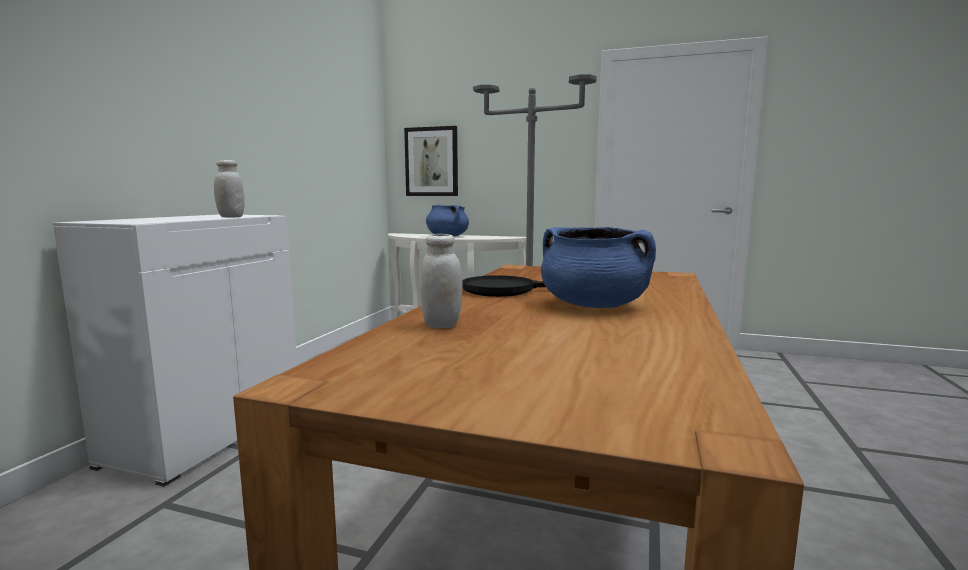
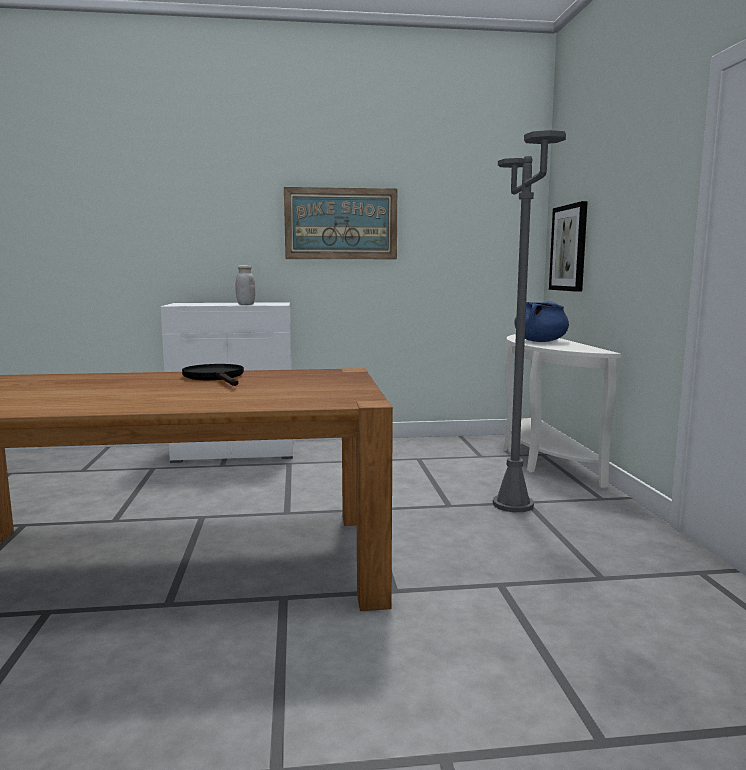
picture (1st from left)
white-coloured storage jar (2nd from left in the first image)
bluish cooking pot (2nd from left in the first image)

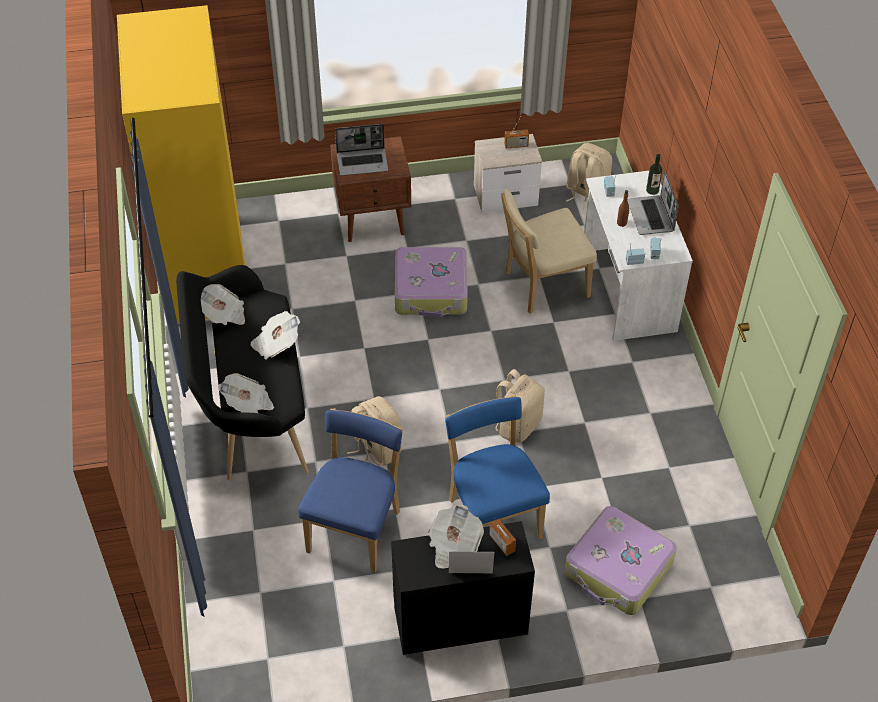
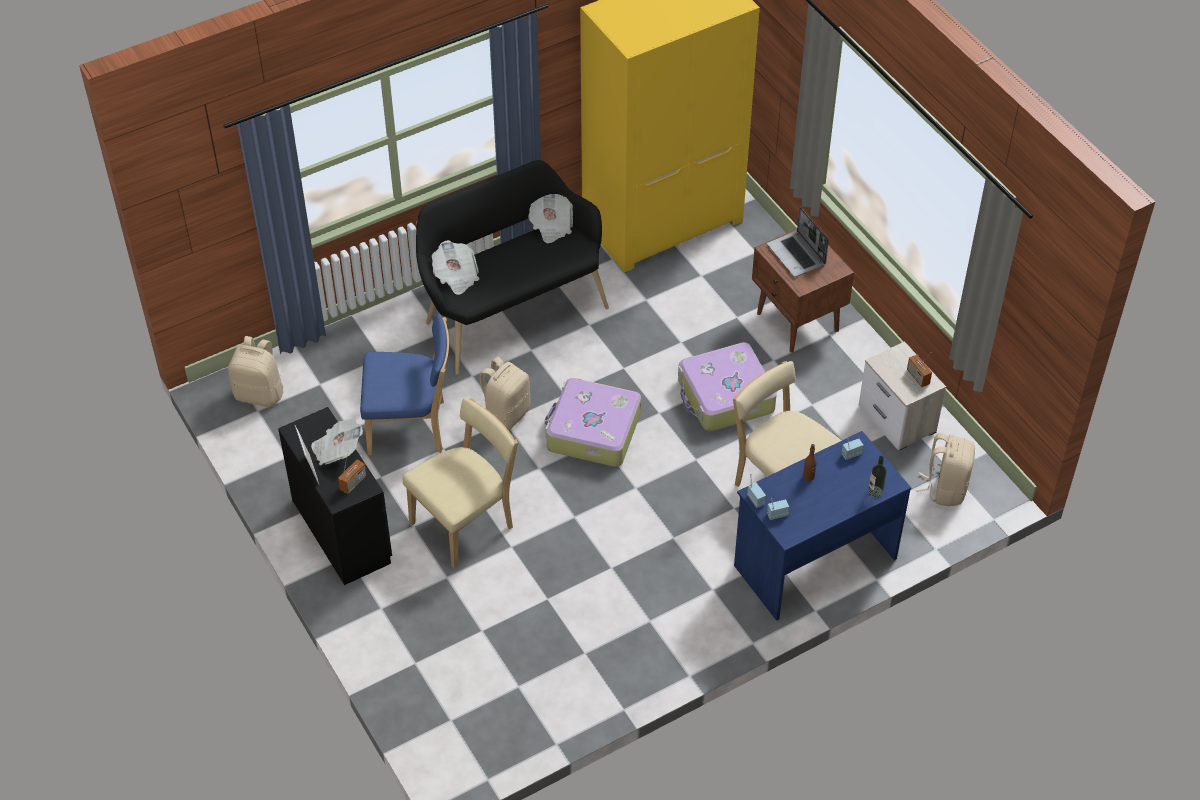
beige backpack (1st from left)
beige chair (1st from left)
travel case (1st from left)
bluish desk unit
newspaper (3rd from left in the first image)
notebook computer (2nd from left in the first image)

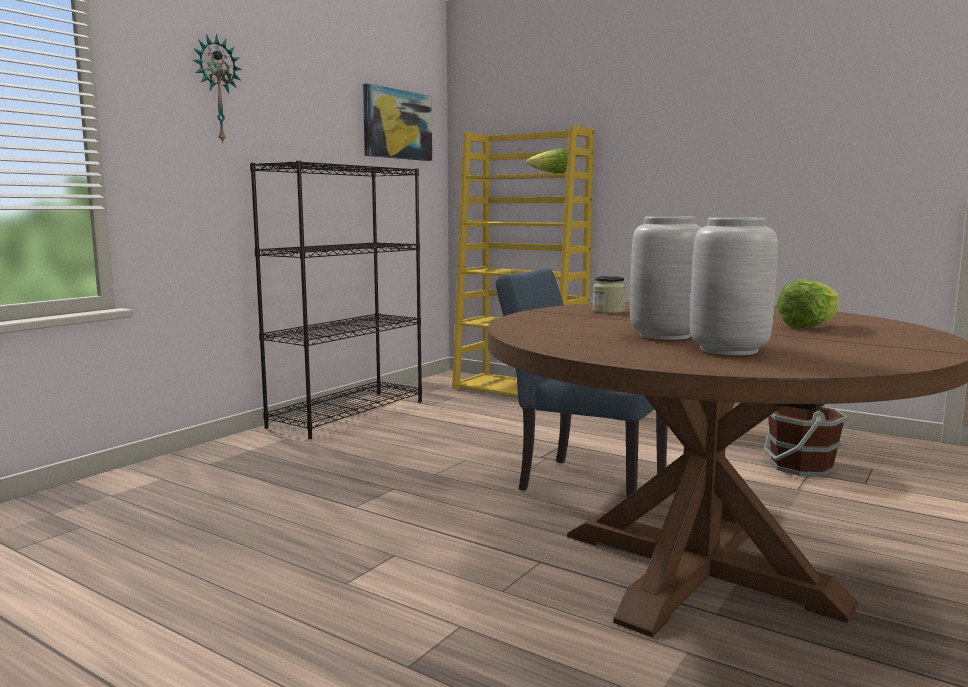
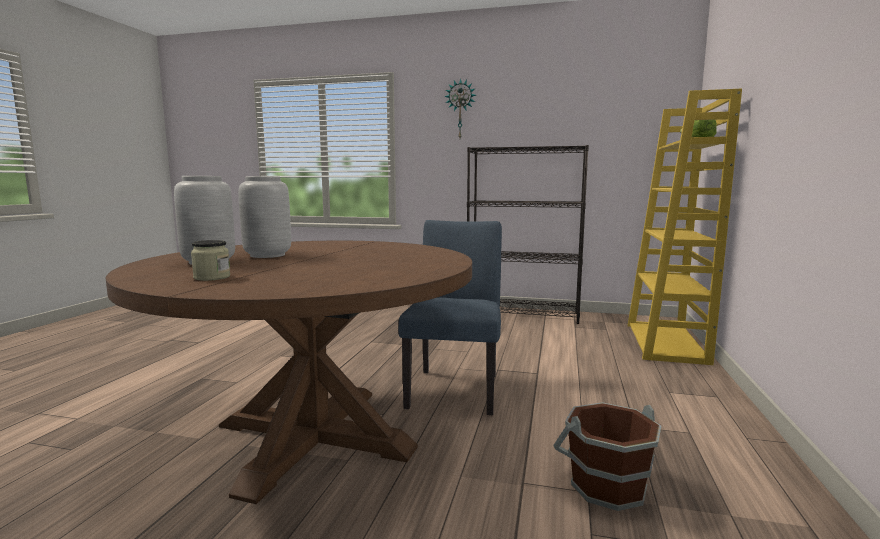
storage jar
picture
lettuce head (2nd from left in the first image)

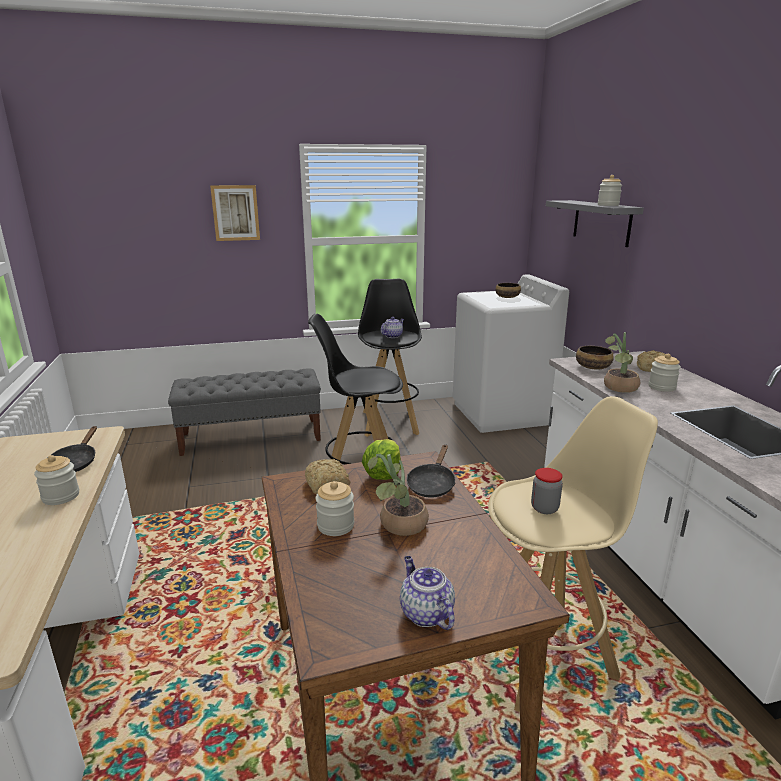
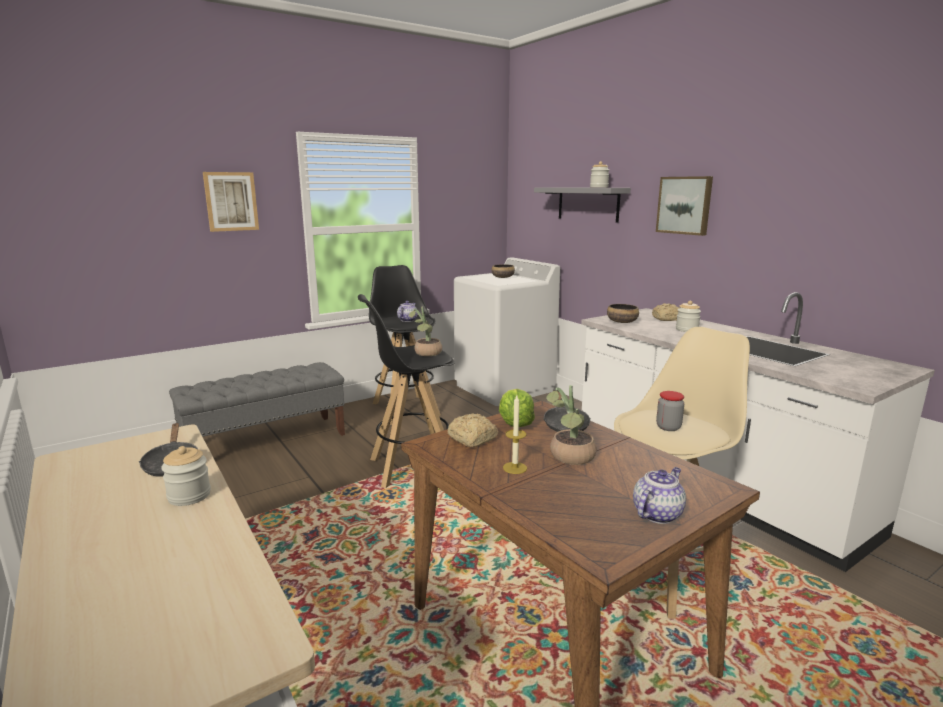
houseplant (1st from left)
candle
pot for tea (2nd from left)
picture (2nd from left)

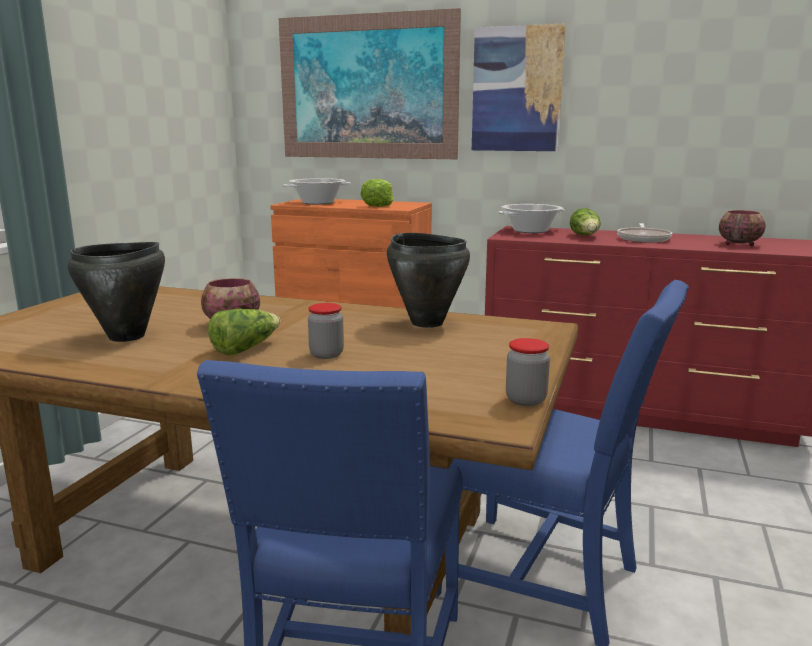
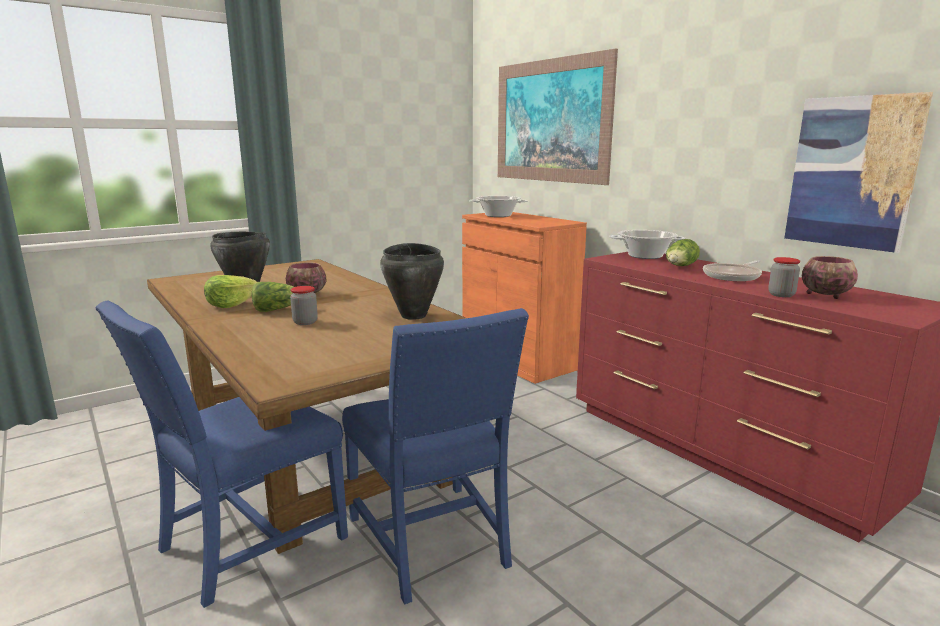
lettuce head (1st from left)
storage jar (2nd from left)
picture (2nd from left)

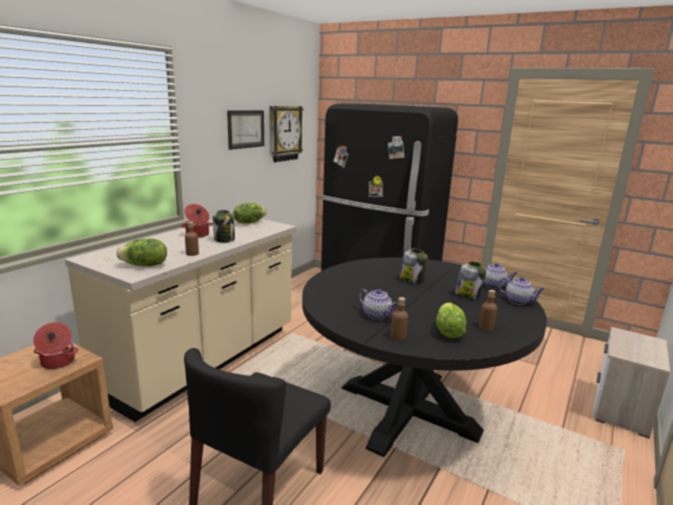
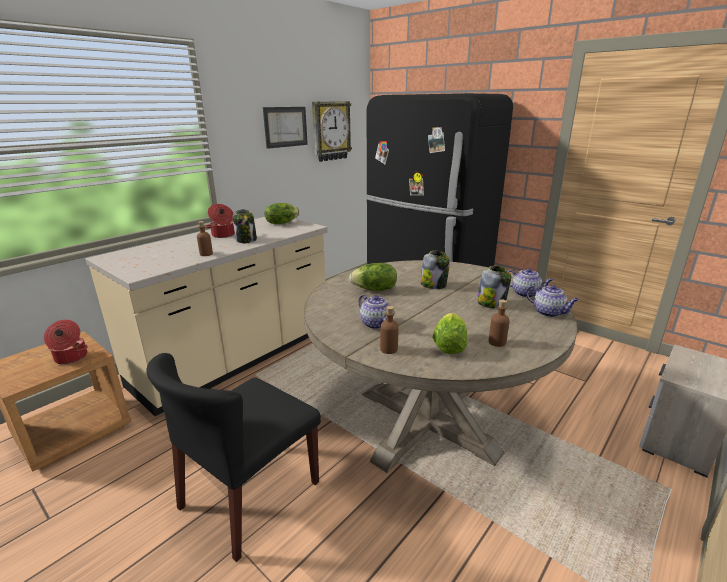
beige kitchen table
lettuce head (2nd from left)

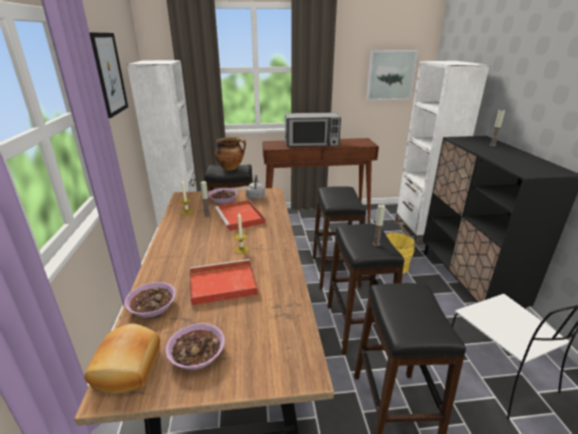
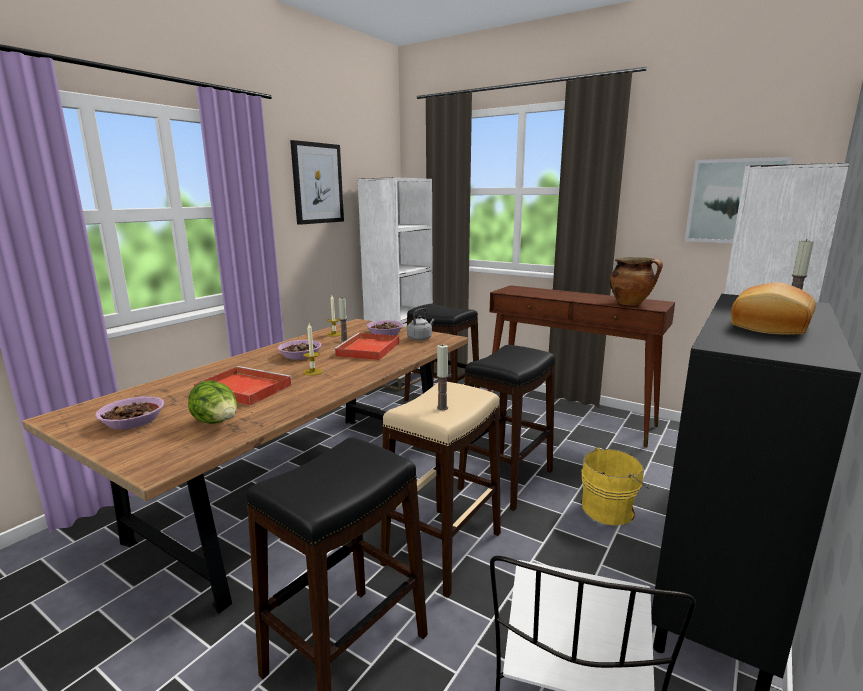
lettuce head
bowl (2nd from left)
beige stool seat
cooking pot
bakery bread
microwave

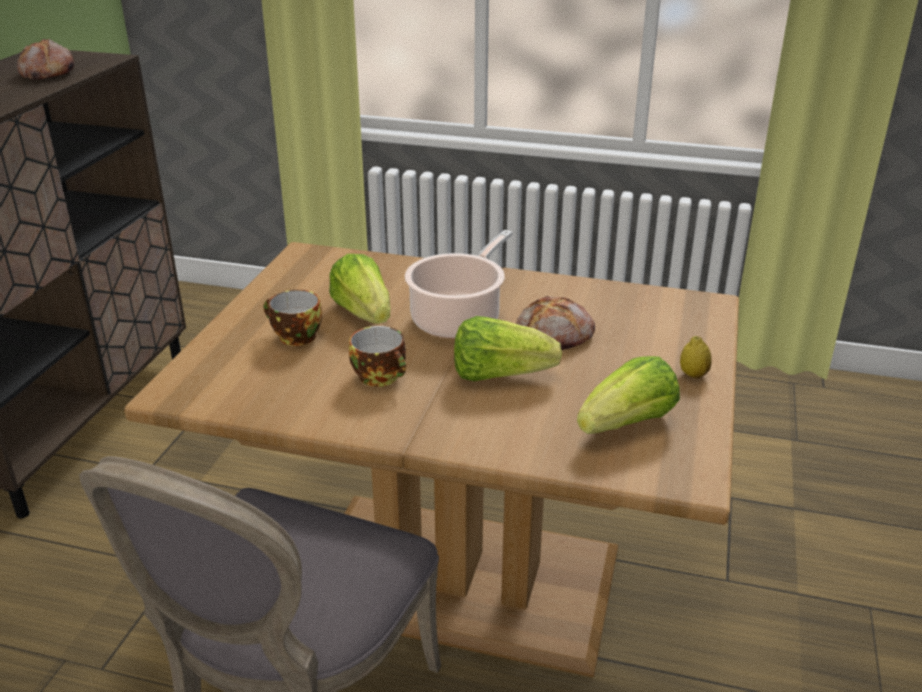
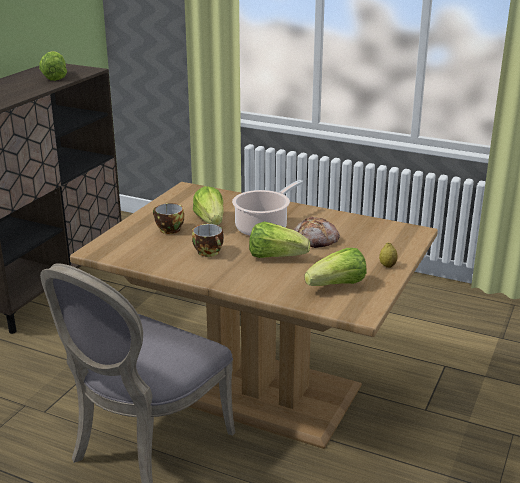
lettuce head (1st from left)

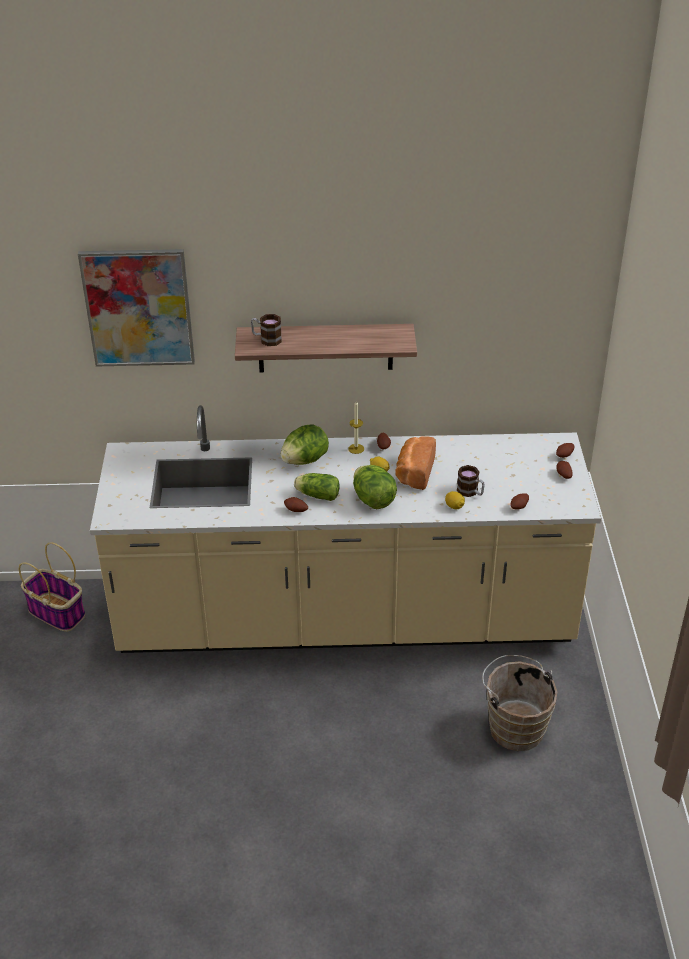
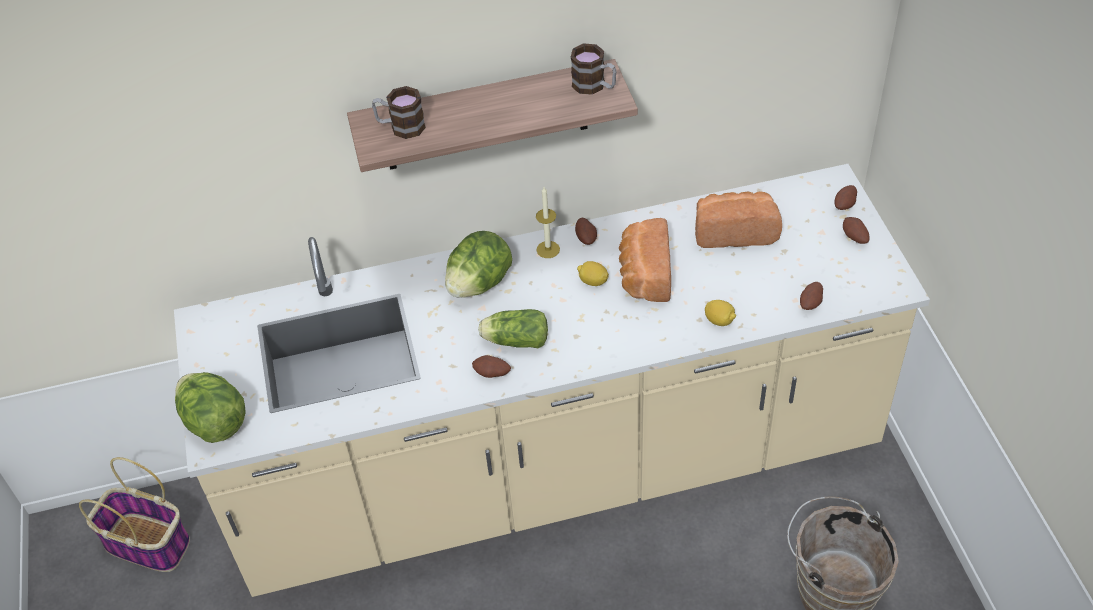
lettuce head (1st from left)
mug (2nd from left)
bakery bread (2nd from left)
picture

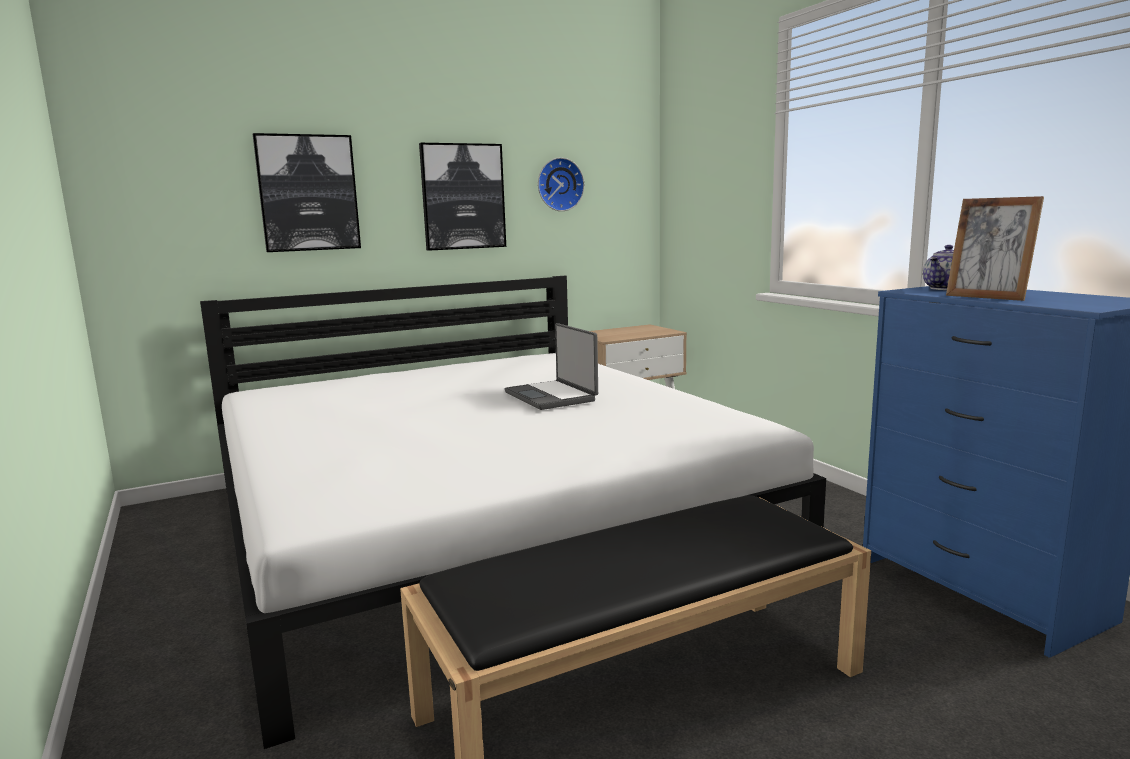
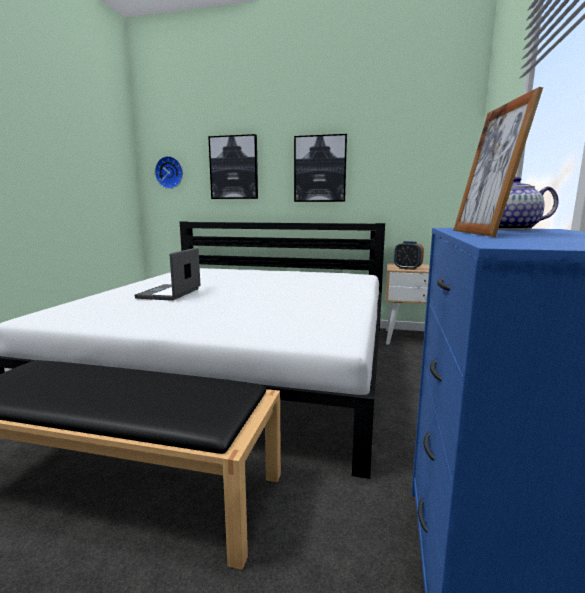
notebook computer
clock on the wall
bedside clock

